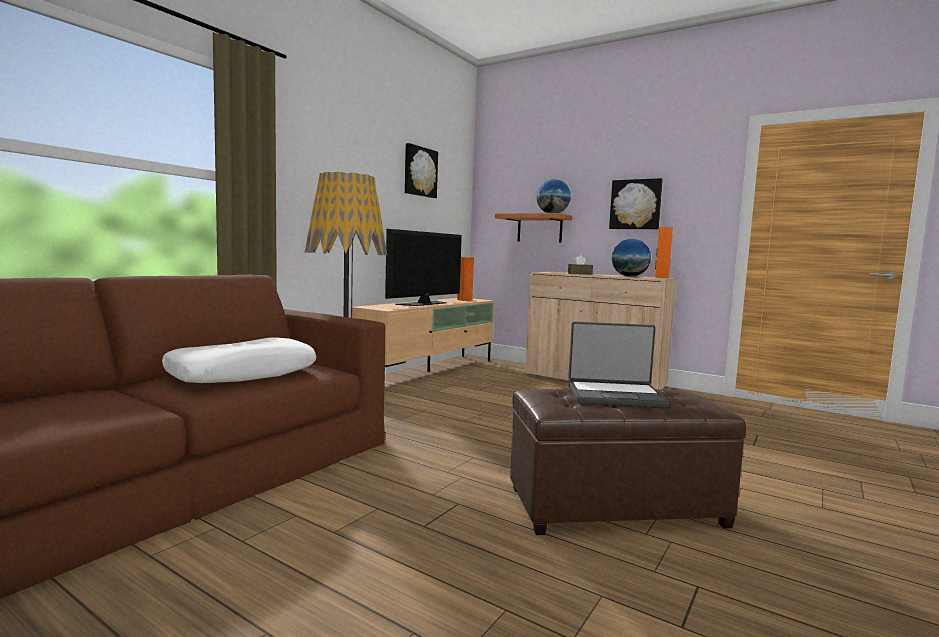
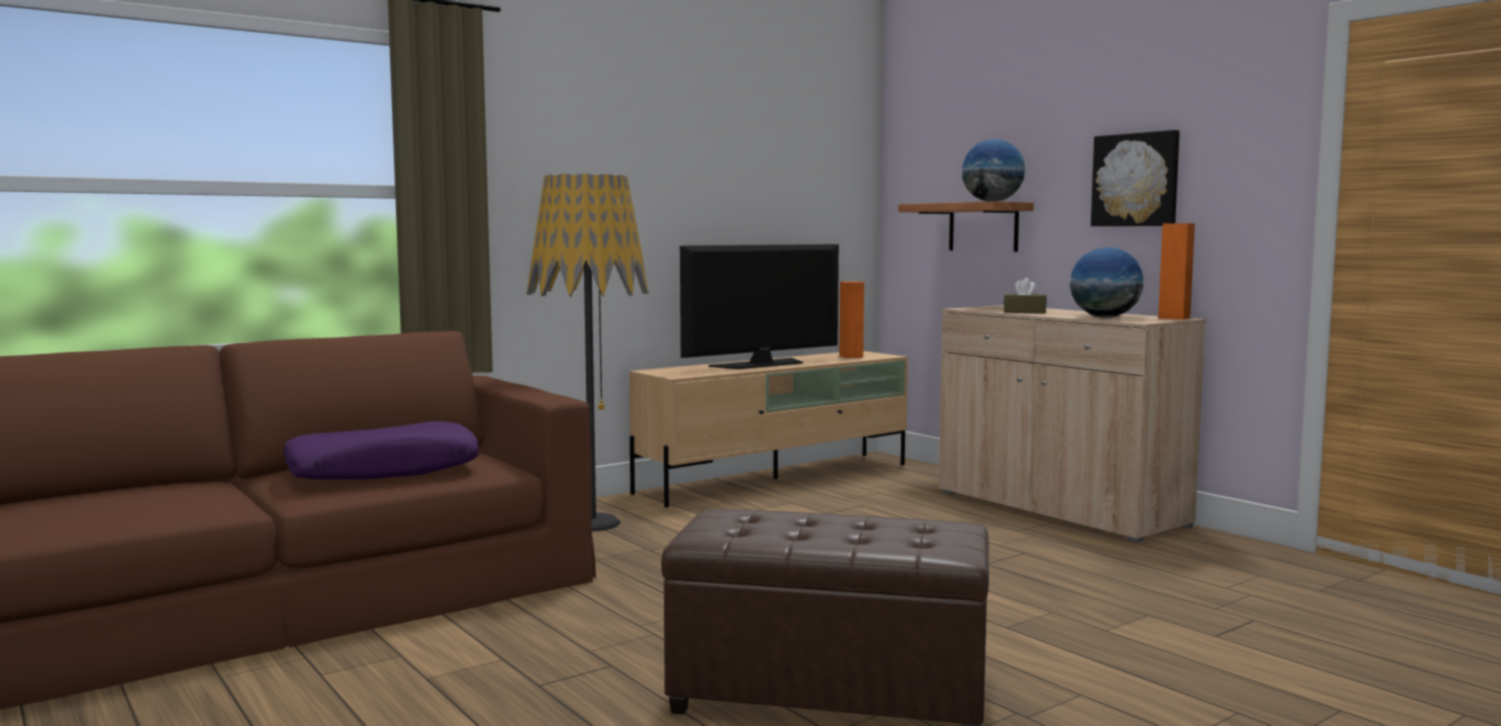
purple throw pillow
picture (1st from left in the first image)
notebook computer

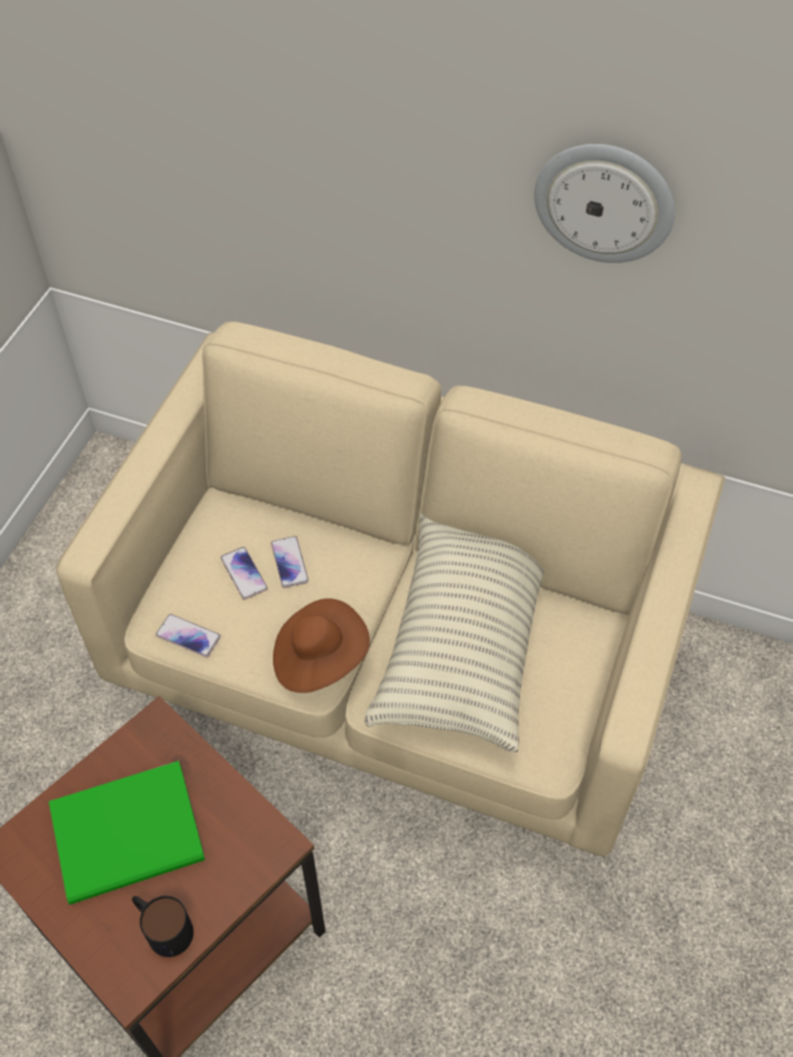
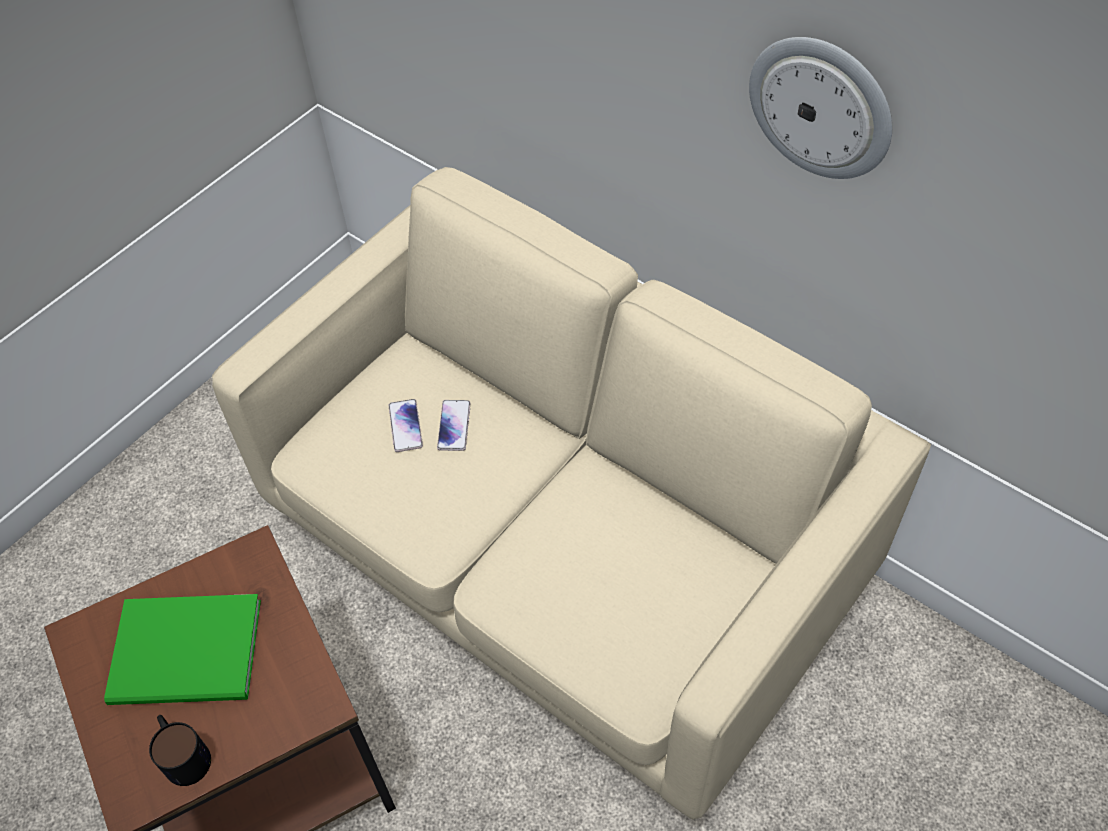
phone (1st from left in the first image)
brown hat
throw pillow

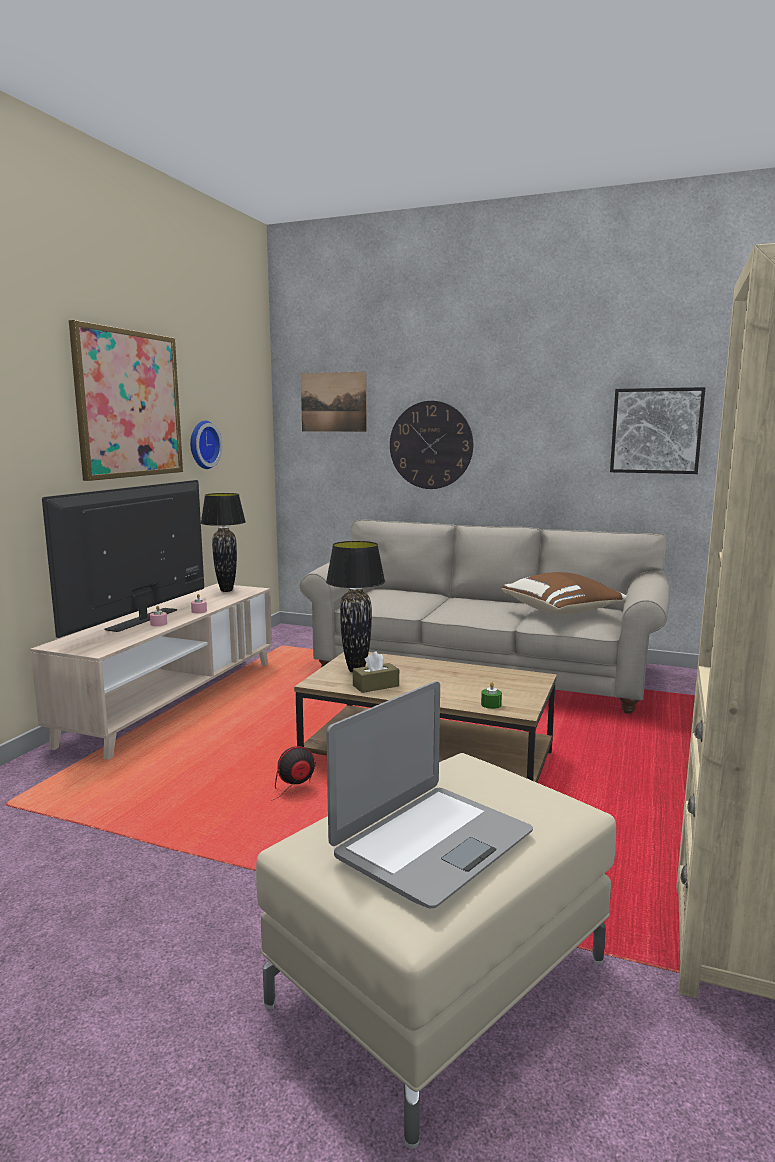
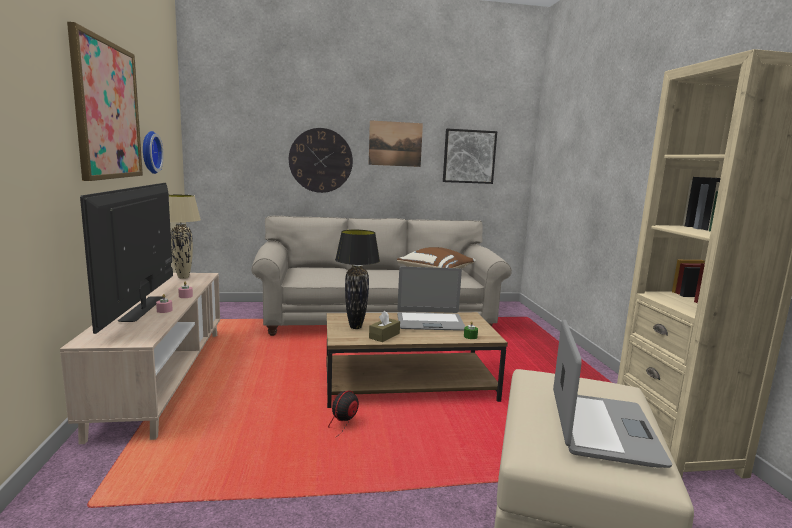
beige lamp for a table
picture (2nd from left)
notebook computer (1st from left)

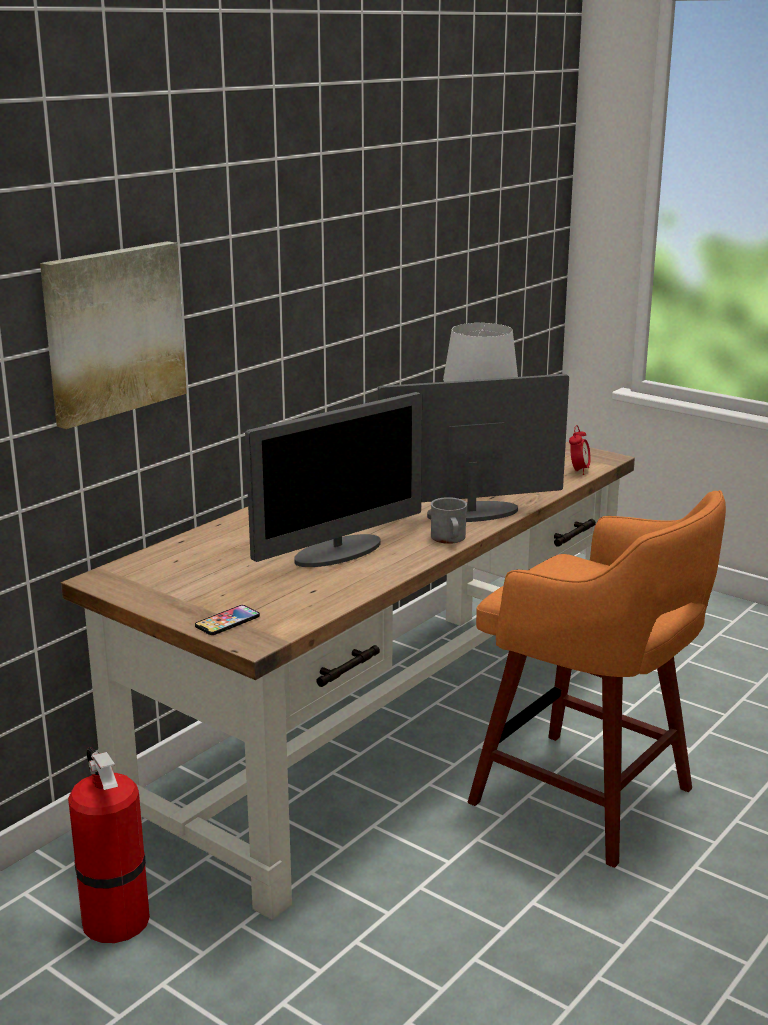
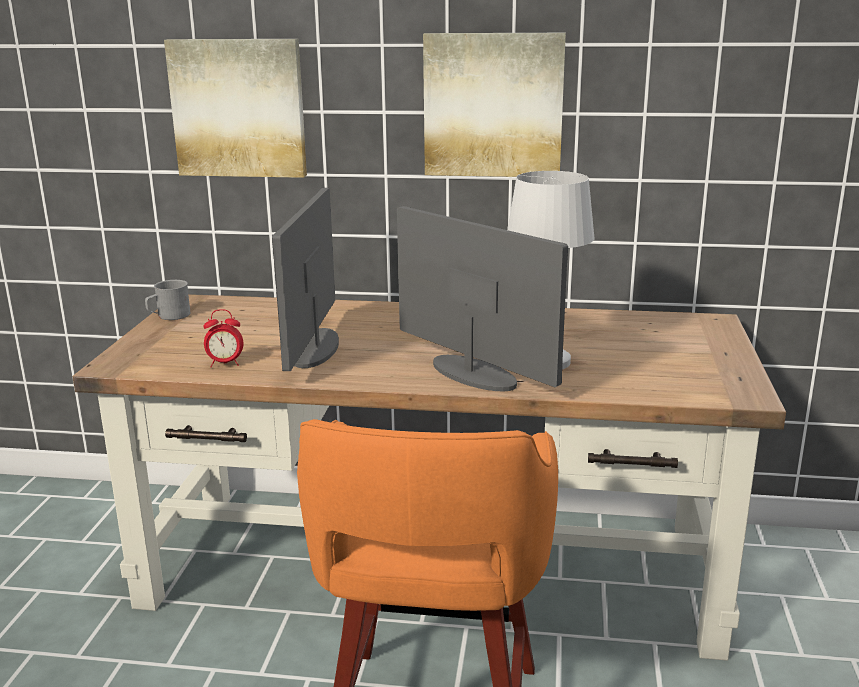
grey mug
bedside clock
computer screen (1st from left)
picture (2nd from left)
extinguisher
phone

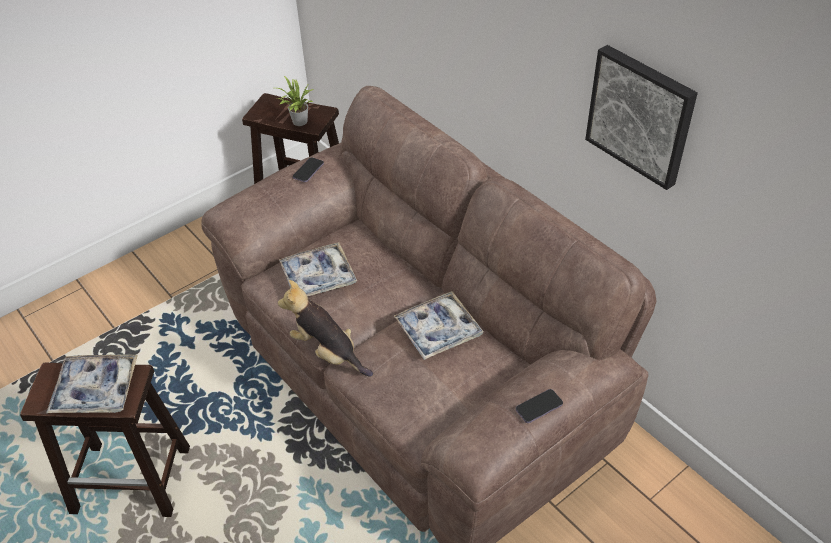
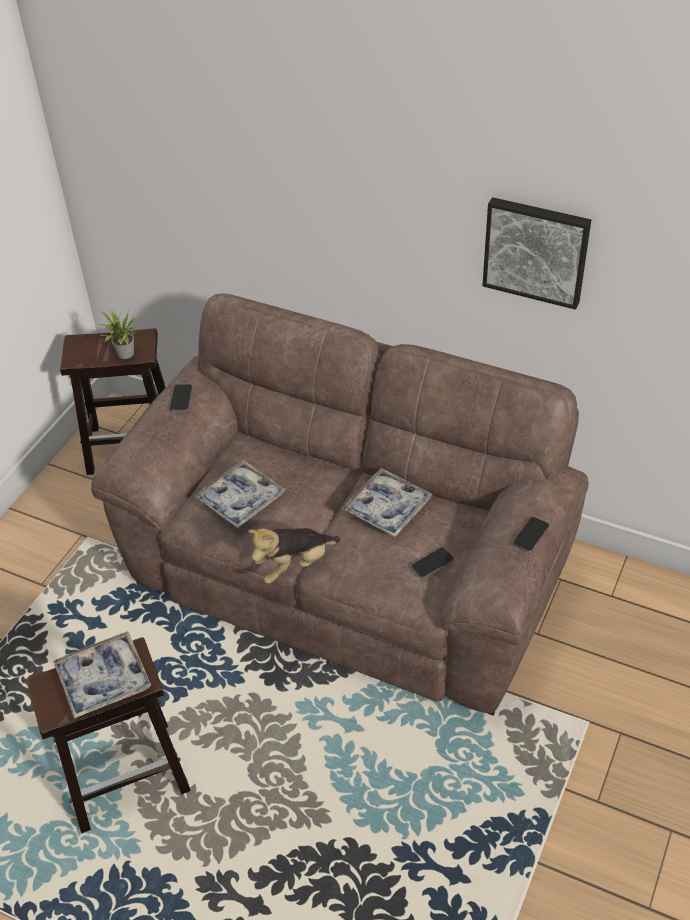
cuddly toy
phone (2nd from left)

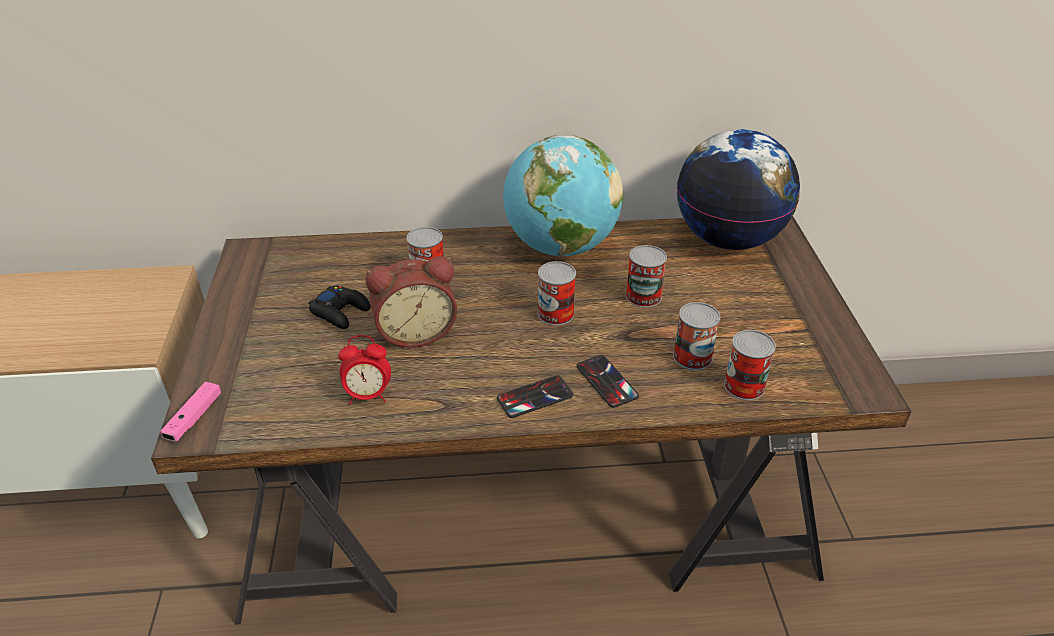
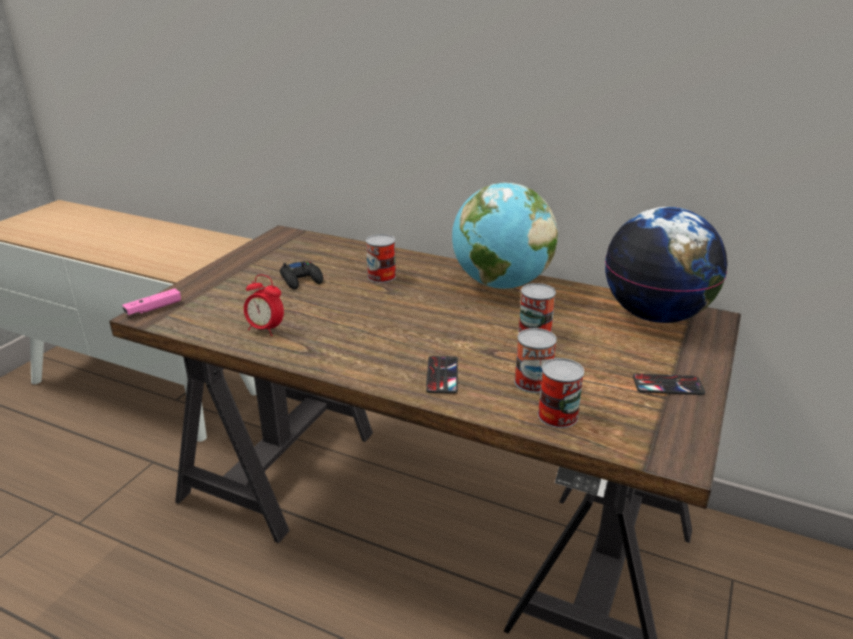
phone (2nd from left)
bedside clock (2nd from left in the first image)
can (2nd from left in the first image)

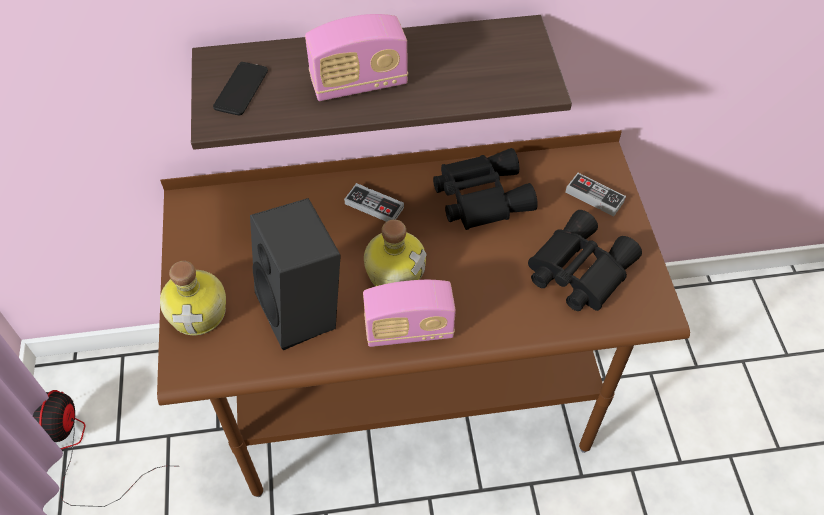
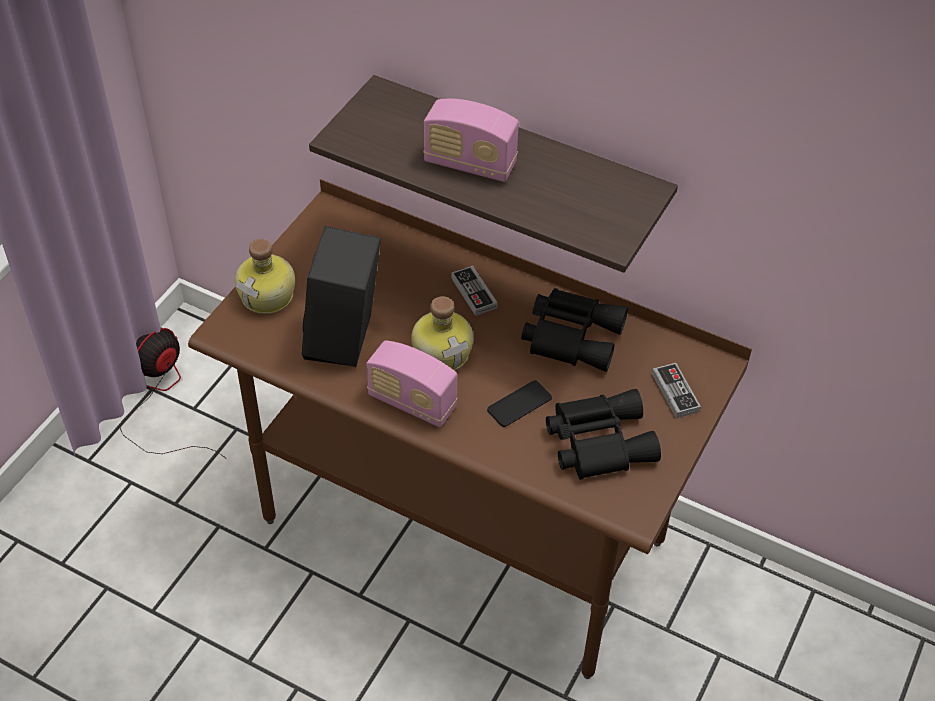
phone

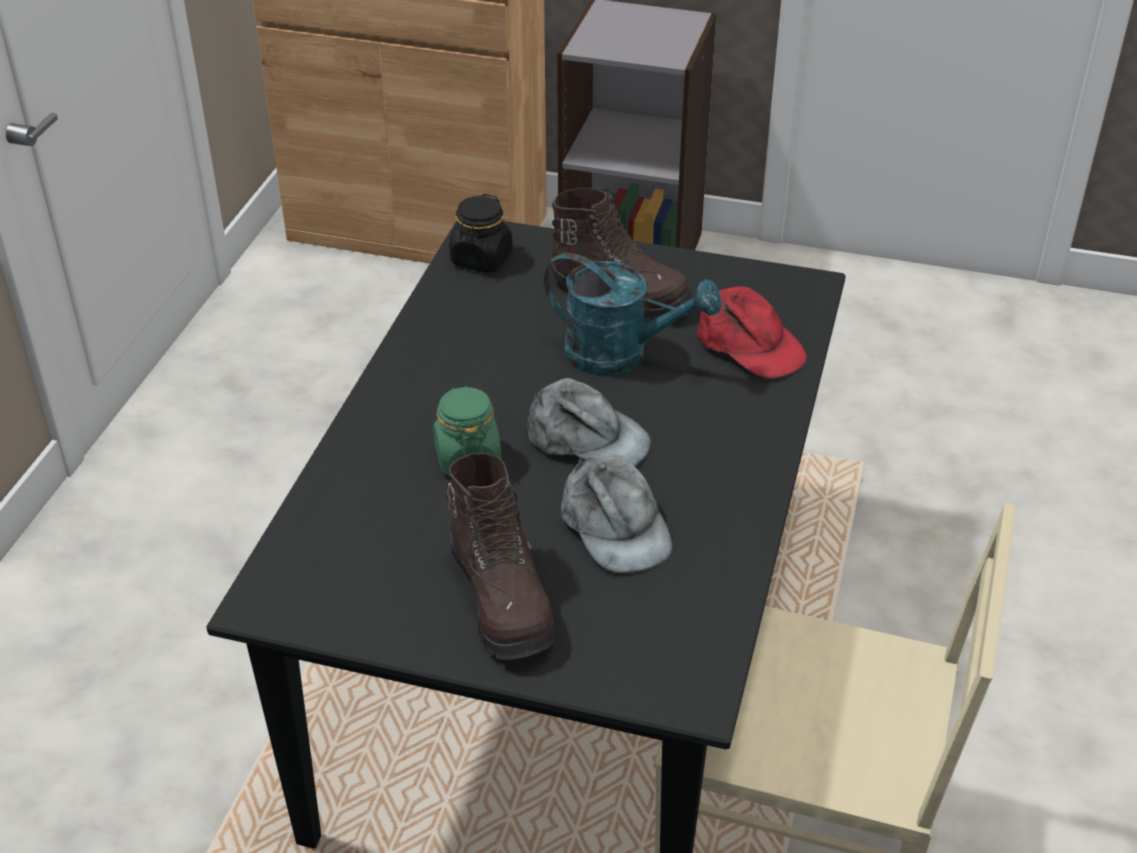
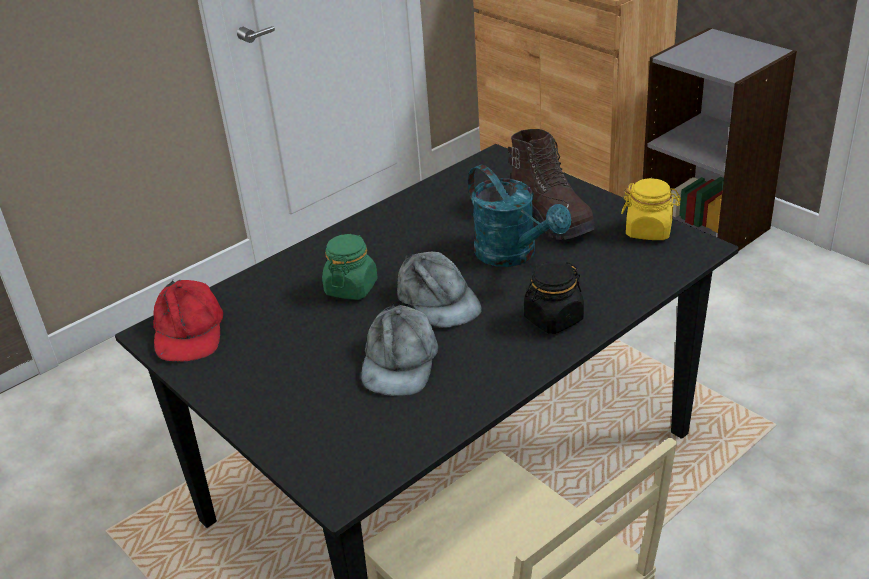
reddish cap
black storage jar
yellow-coloured storage jar
brown high-top boot (1st from left in the first image)

